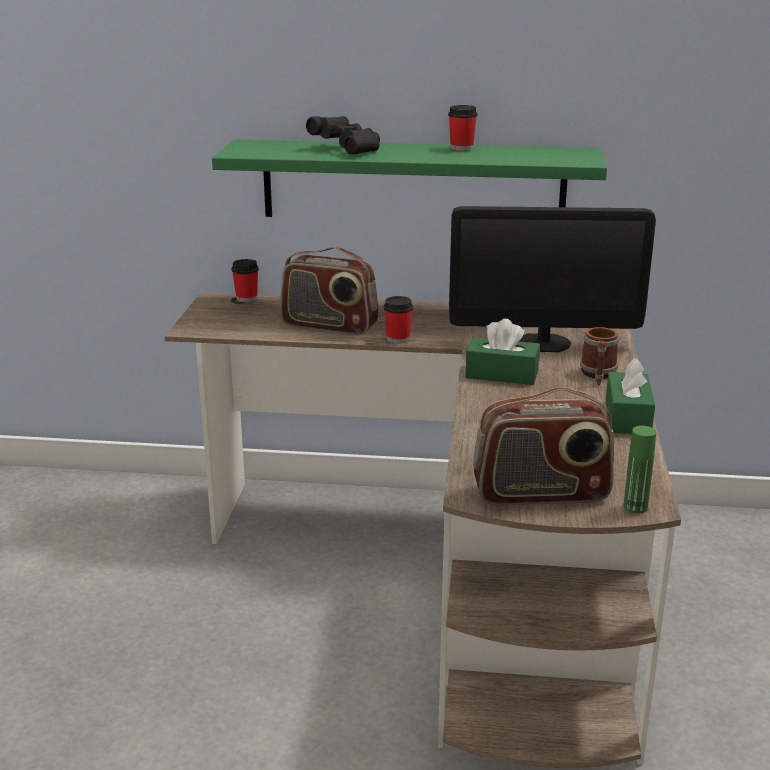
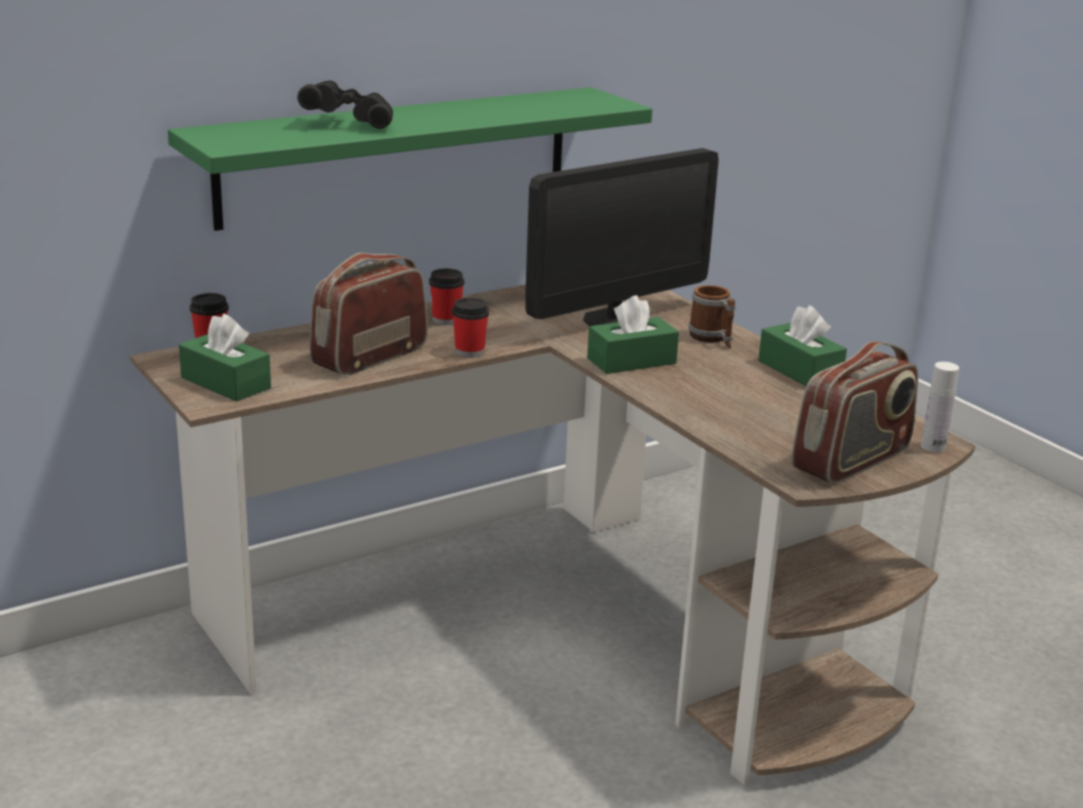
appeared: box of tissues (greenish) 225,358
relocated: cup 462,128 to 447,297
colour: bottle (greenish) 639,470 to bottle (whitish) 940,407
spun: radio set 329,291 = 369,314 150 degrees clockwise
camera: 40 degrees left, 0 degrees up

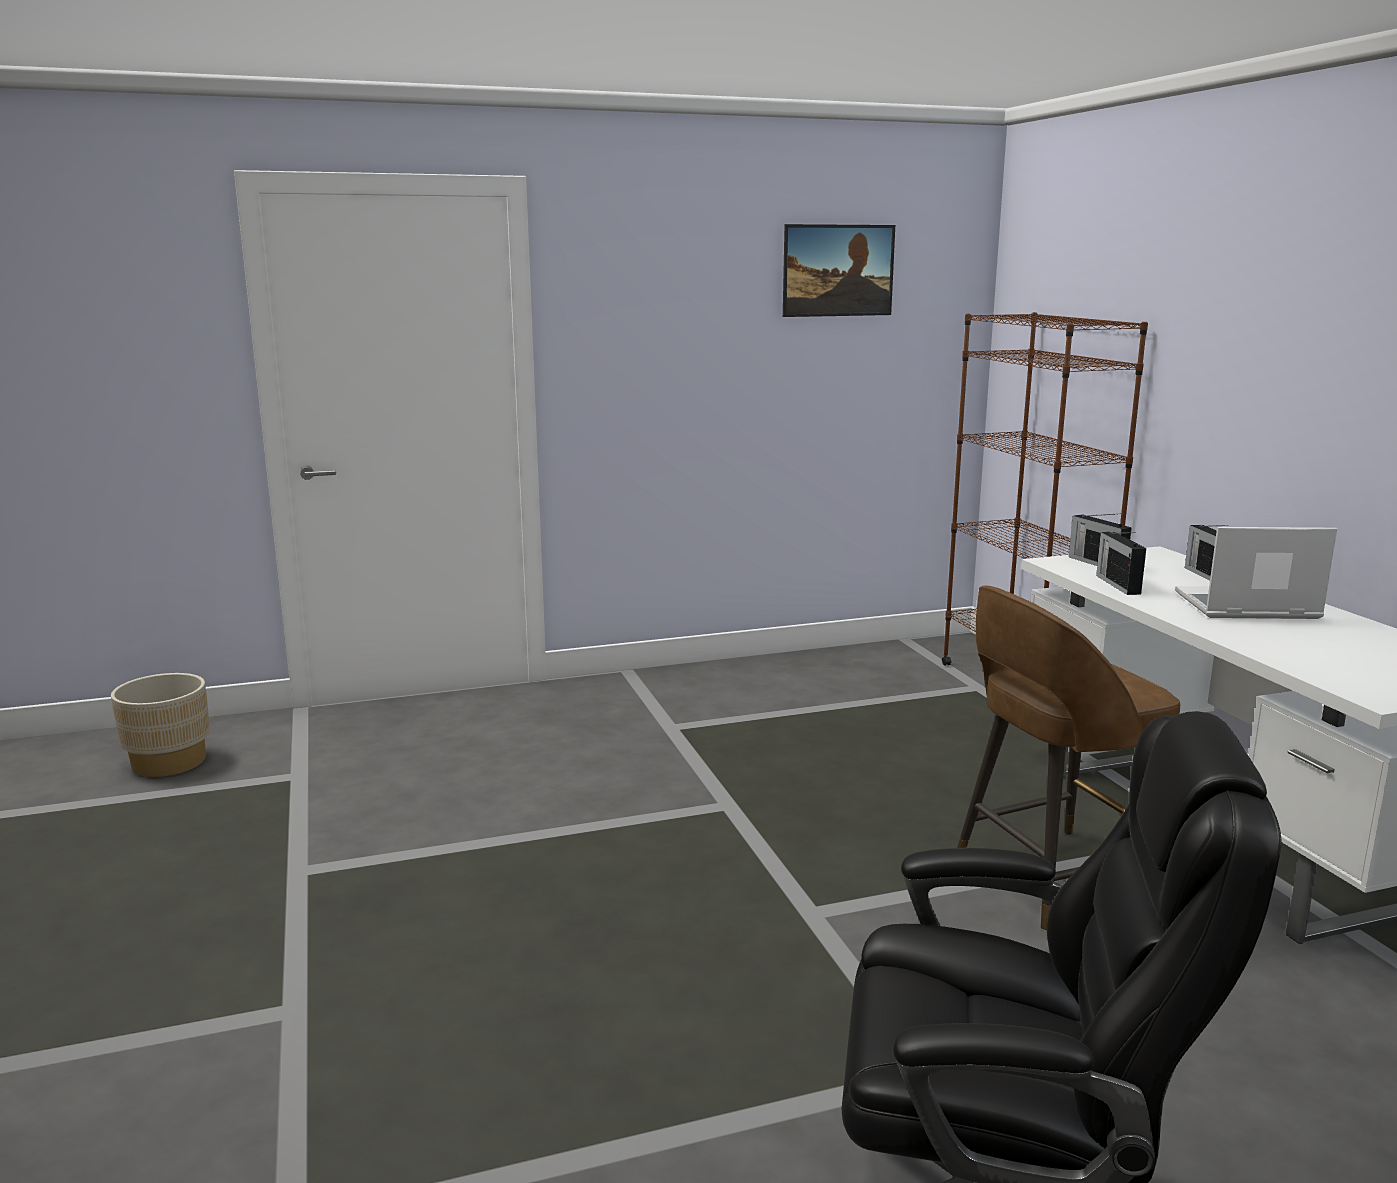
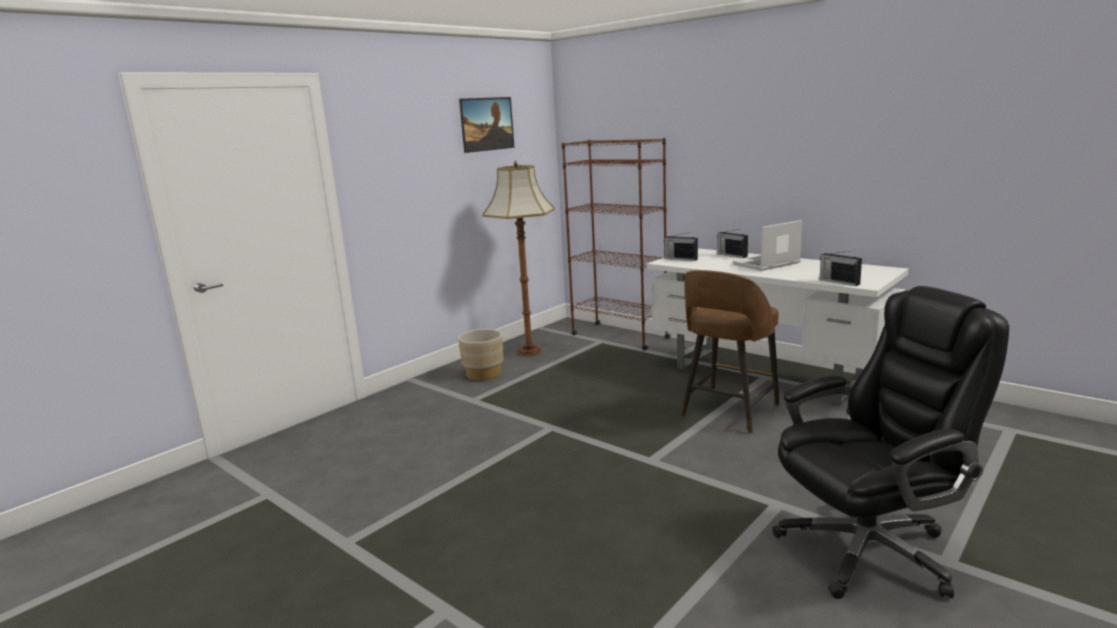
appeared: standing lamp 518,258
relocated: plant pot (beige) 160,725 to 480,355; radio set 1121,563 to 841,268
camera: 30 degrees left, 0 degrees up

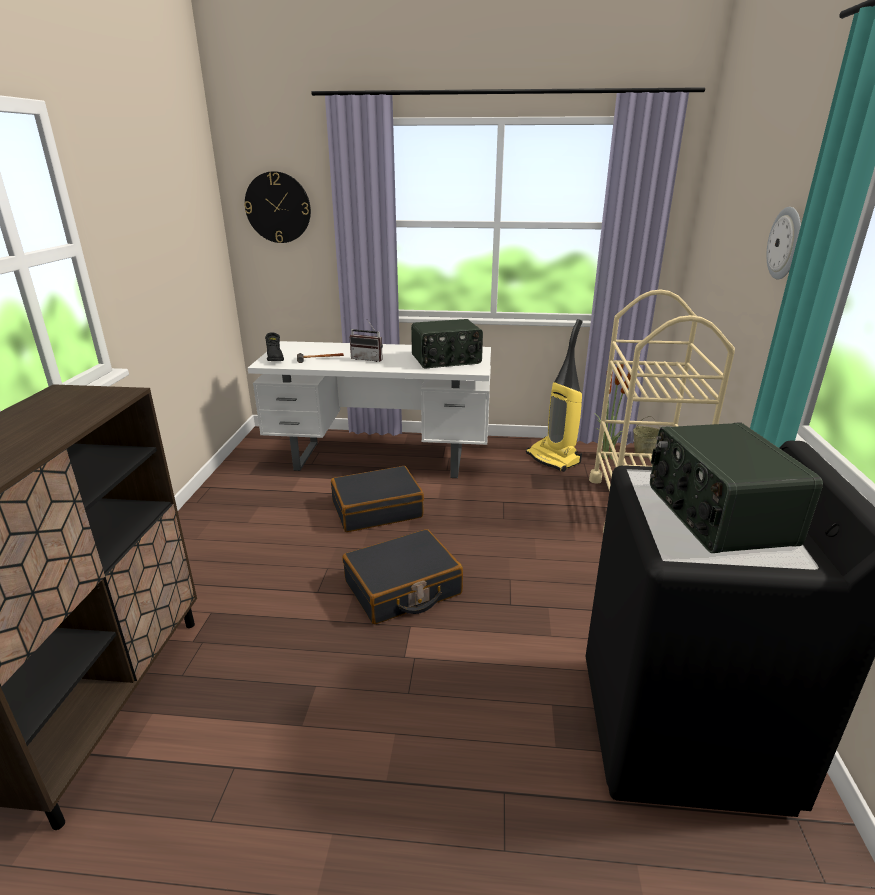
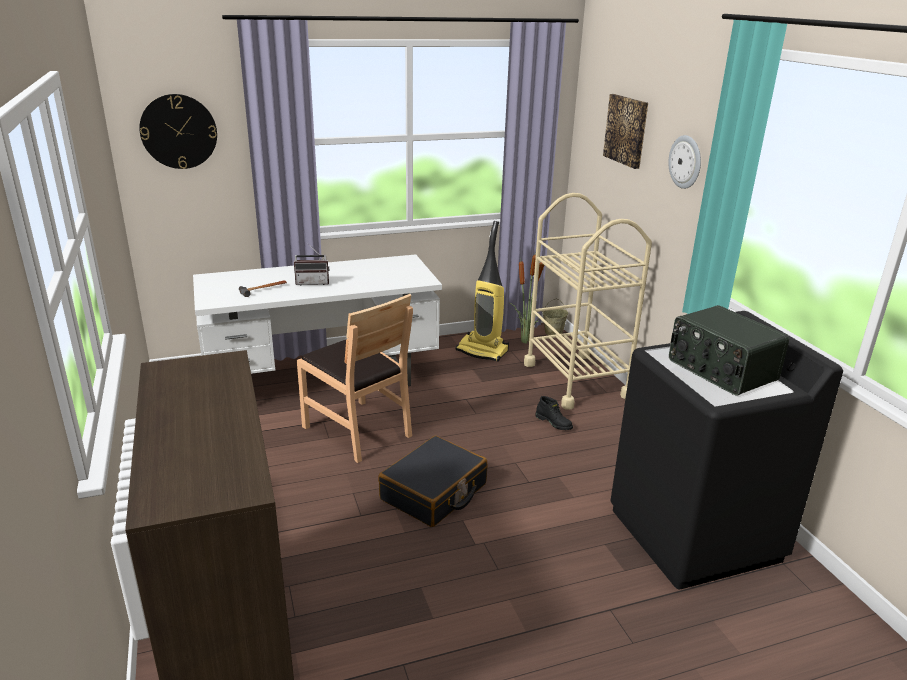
missing: radio set 447,343
appeared: picture 625,131
relocated: high-top boot (black) 274,346 to 554,413
exchanged: suitcase (black) 377,499 to plain chair (brown-coloured) 355,378
camera: 25 degrees left, 0 degrees up

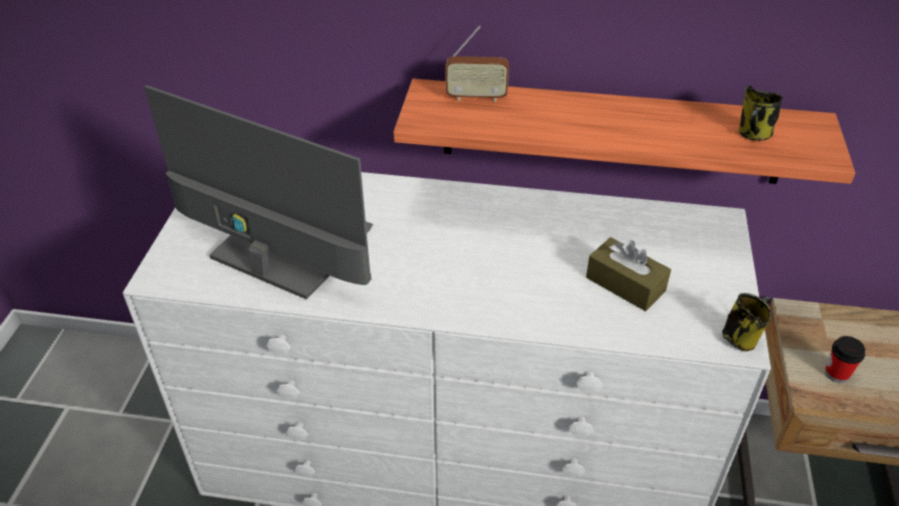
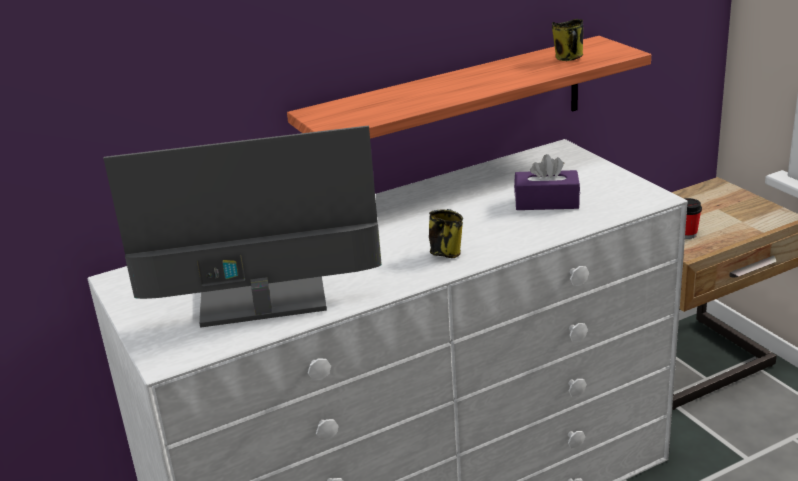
missing: radio set 477,63
relocated: tea mug 747,322 to 446,233
colour: box of tissues (brown-coloured) 628,274 to box of tissues (purple) 547,182
camera: 35 degrees left, 15 degrees down

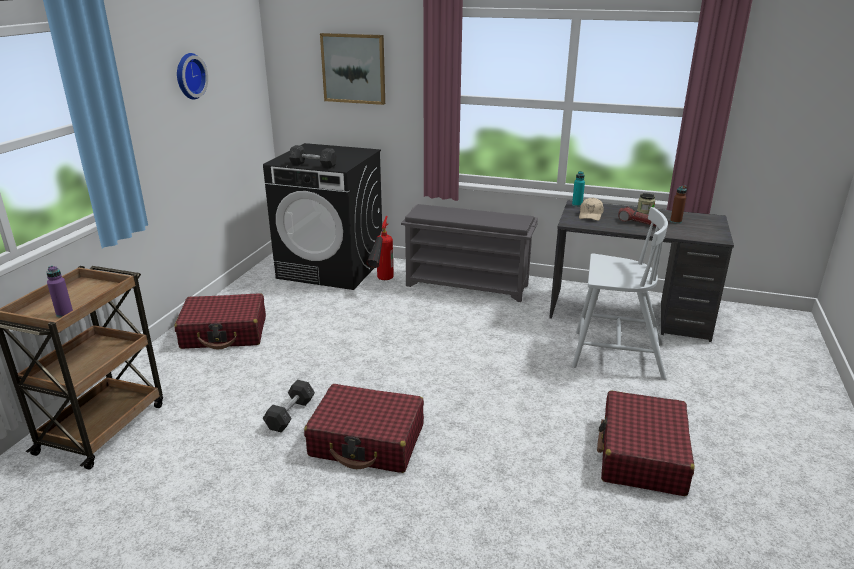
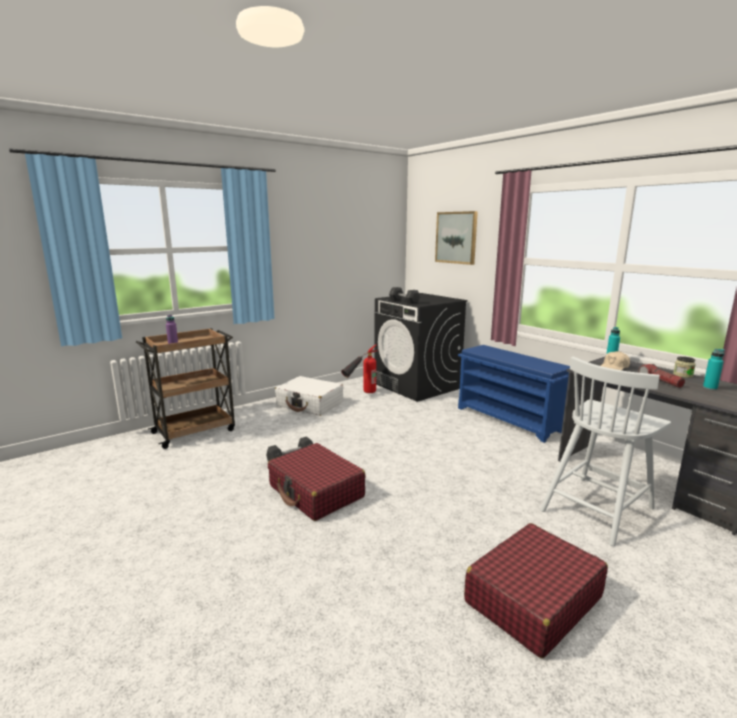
missing: hanging clock 192,76
relocated: fire extinguisher 380,248 to 359,368
colour: suitcase (reddish) 220,321 to suitcase (whitish) 309,396; shoe stand (gray) 469,253 to shoe stand (blue-coloured) 514,394; bottle (brown-coloured) 678,205 to bottle (turquoise) 714,369
spun: plain chair (whitish) 620,293 = 605,451 90 degrees clockwise
camera: 35 degrees right, 10 degrees down

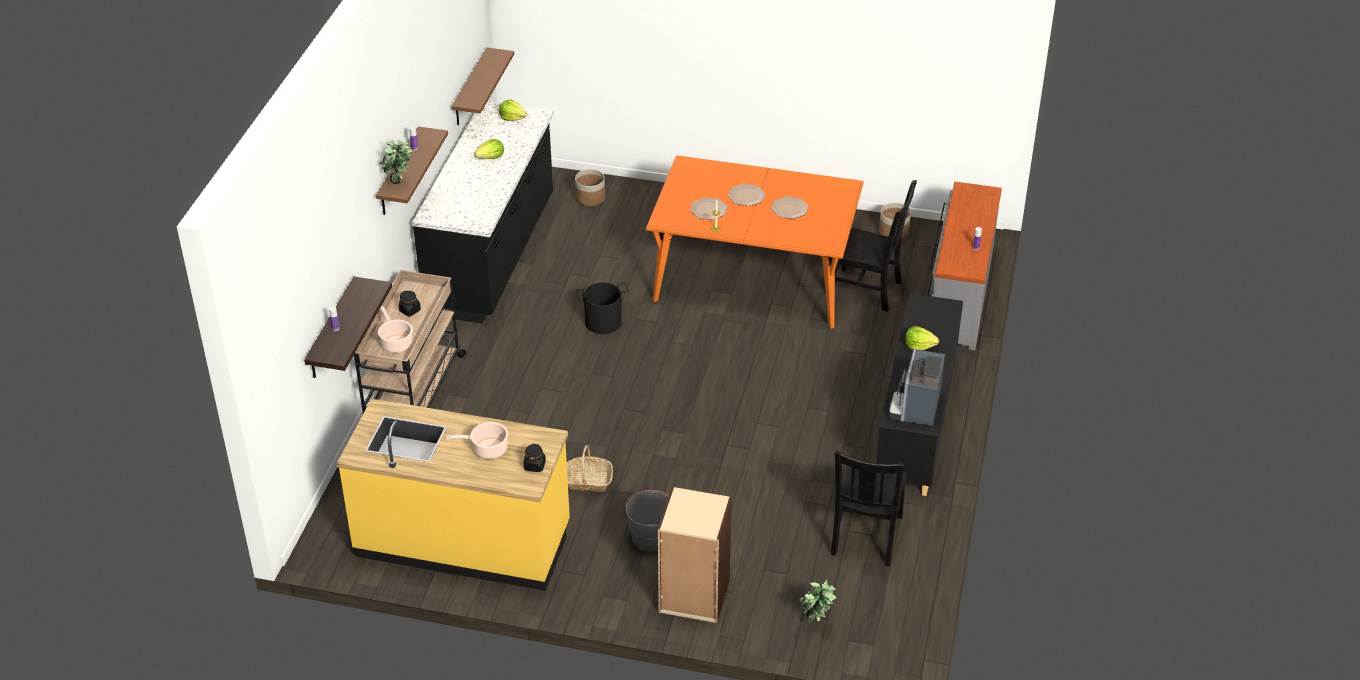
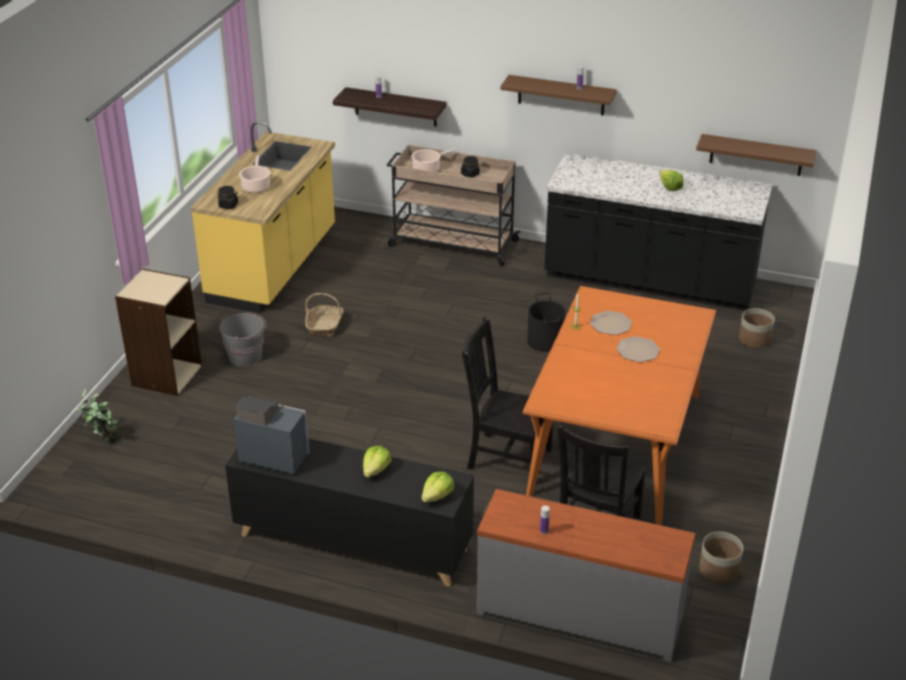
missing: potted plant 396,162; plate 789,207
relocated: lettuce 513,110 to 437,487; plain chair (black) 869,508 to 508,399
camera: 95 degrees right, 5 degrees down

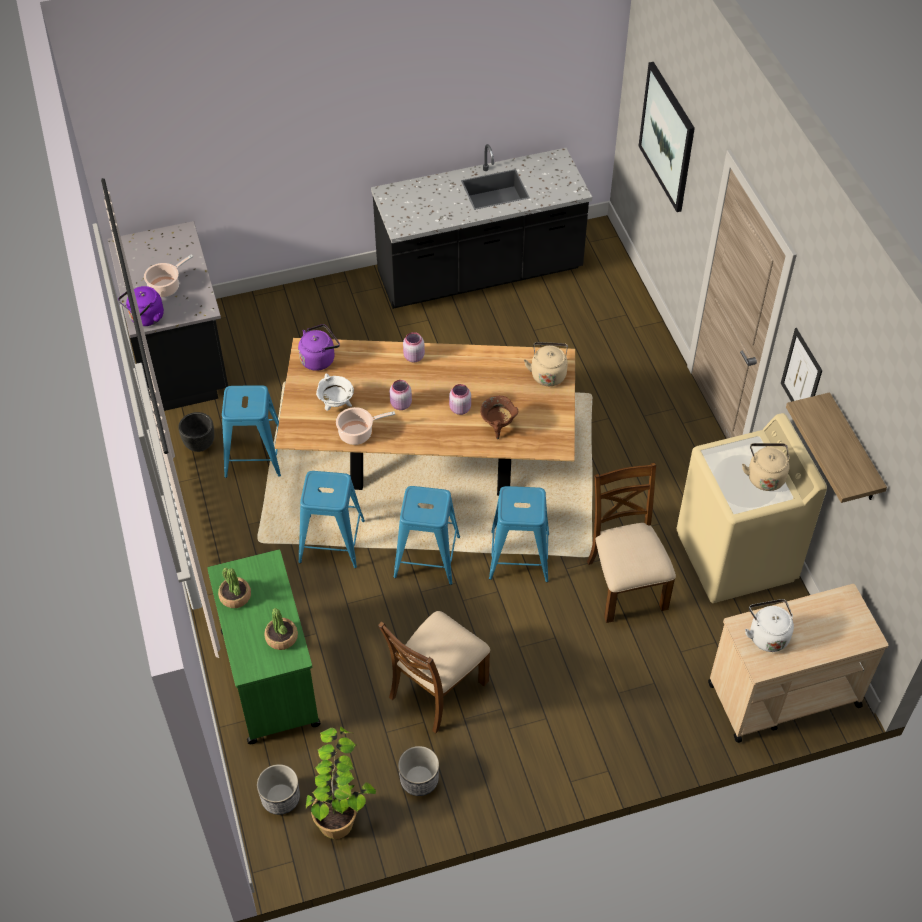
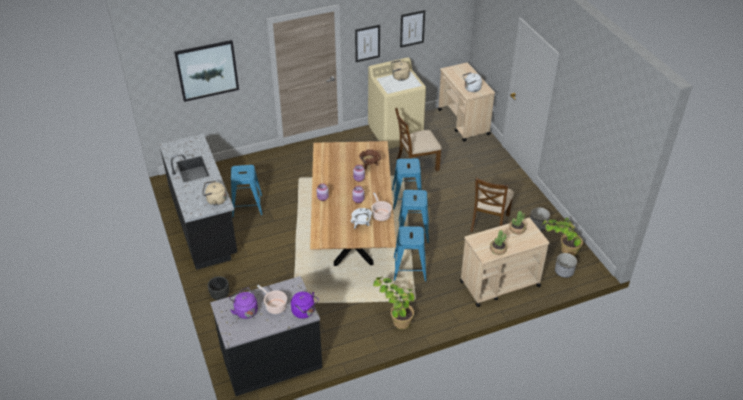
appeared: potted plant 393,302
relocated: tea kettle (beige) 546,364 to 214,193; plant pot (black) 196,432 to 218,288; tea kettle (purple) 319,347 to 243,303; stool seat (blue-coloured) 251,431 to 247,191
exchanged: bracket shelf 836,447 to picture 412,29
colour: cart (greenish) 264,647 to cart (beige) 504,262
spun: plain chair (brown-coloured) 434,672 = 492,204 75 degrees clockwise
camera: 95 degrees left, 10 degrees down

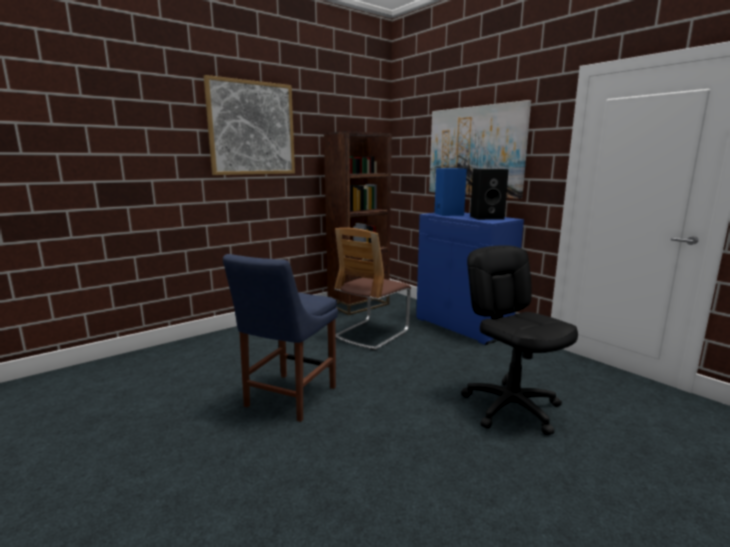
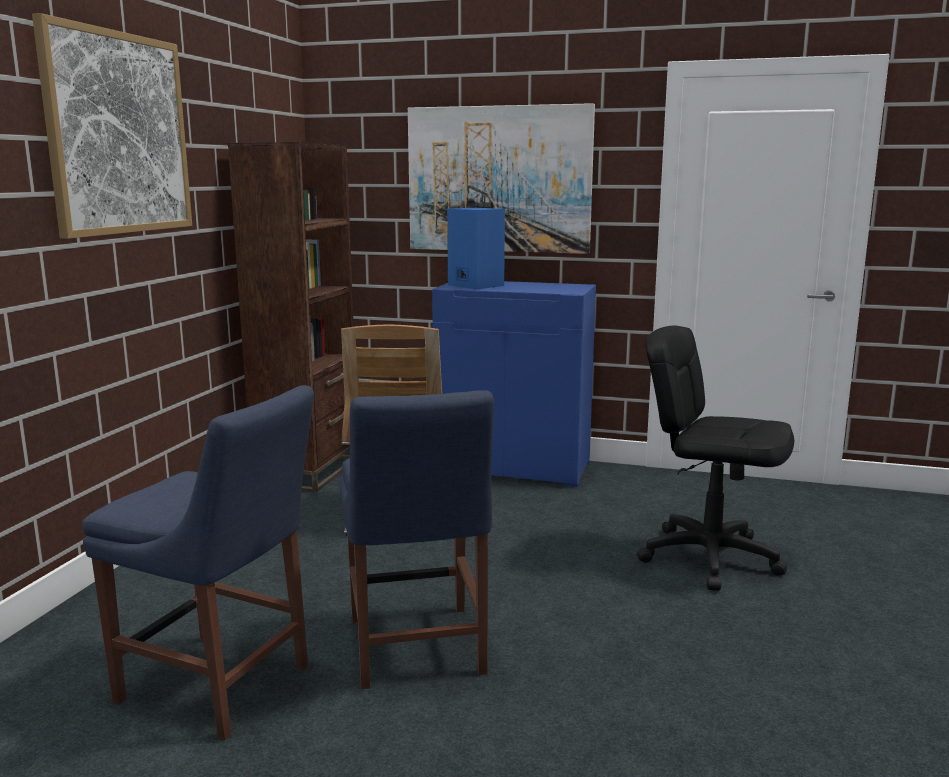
missing: speaker (black) 489,194
appeared: plain chair (blue-coloured) 198,562
camera: 35 degrees left, 0 degrees up

